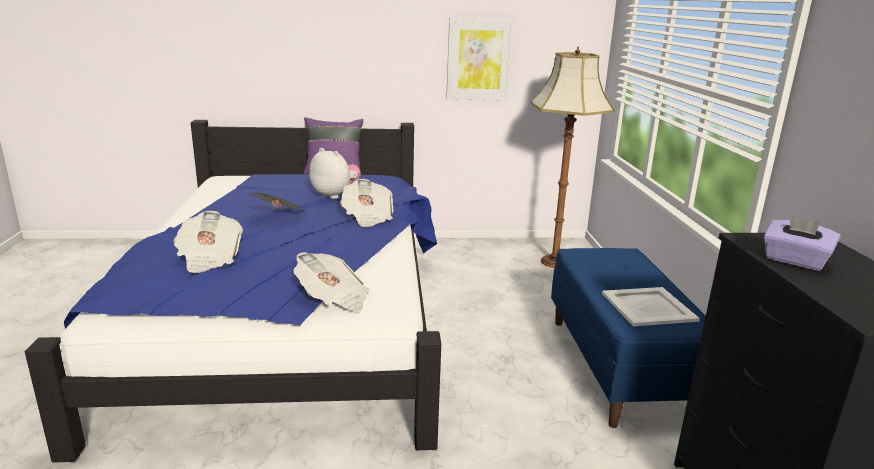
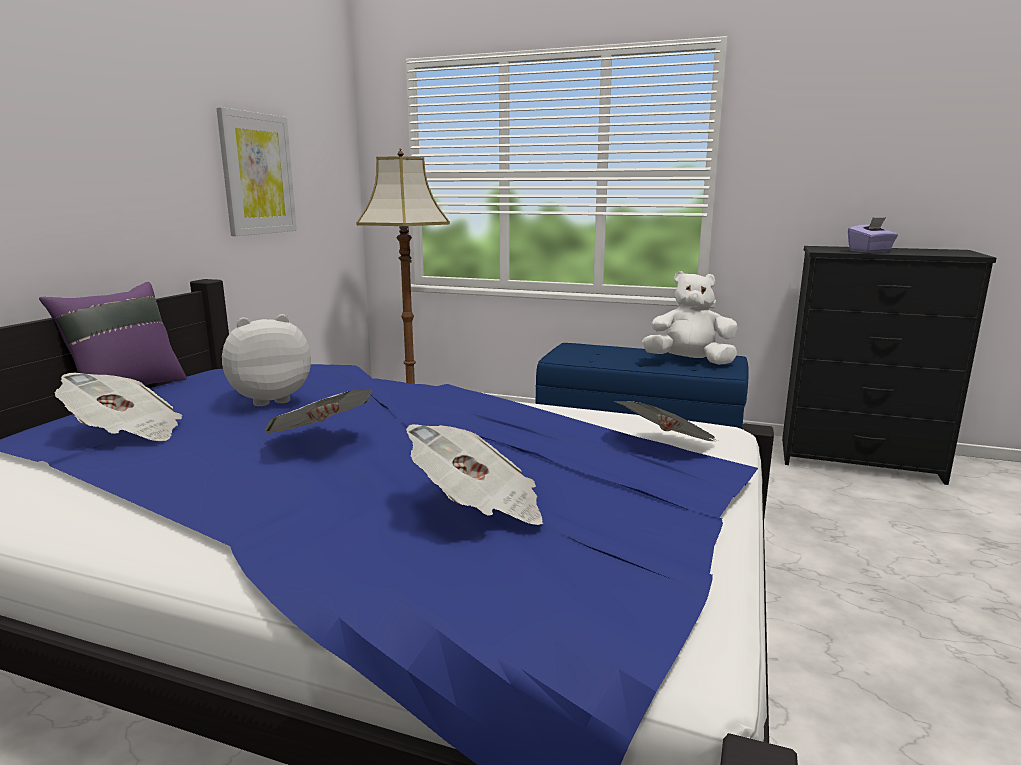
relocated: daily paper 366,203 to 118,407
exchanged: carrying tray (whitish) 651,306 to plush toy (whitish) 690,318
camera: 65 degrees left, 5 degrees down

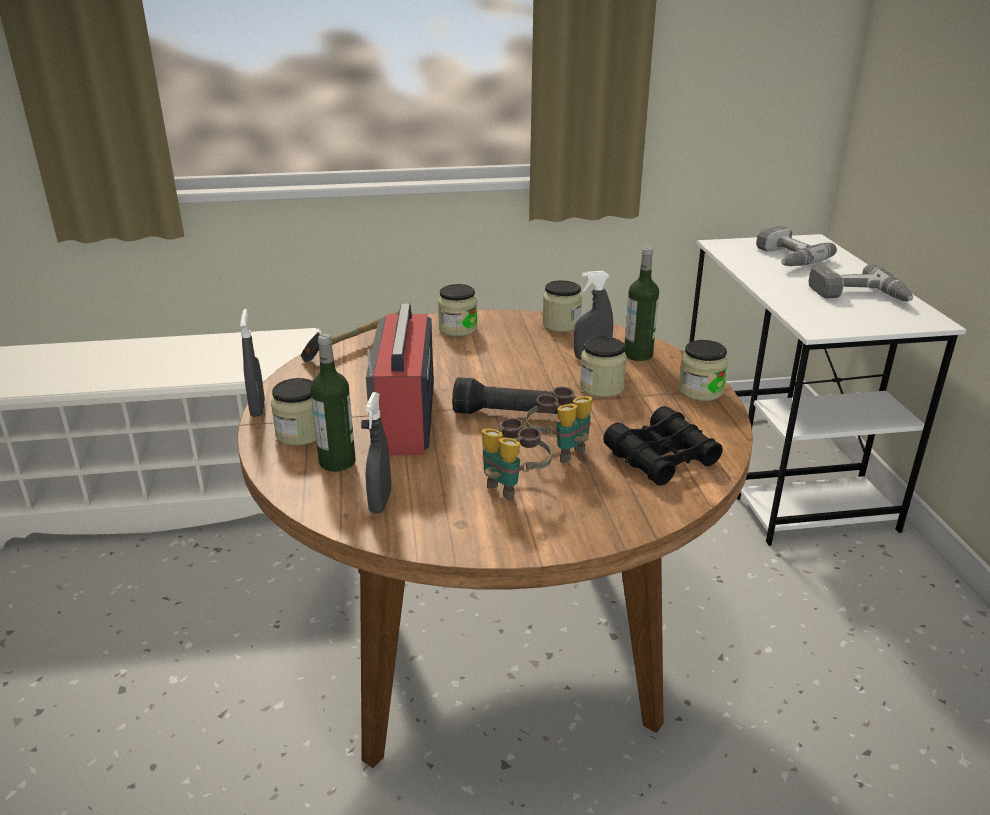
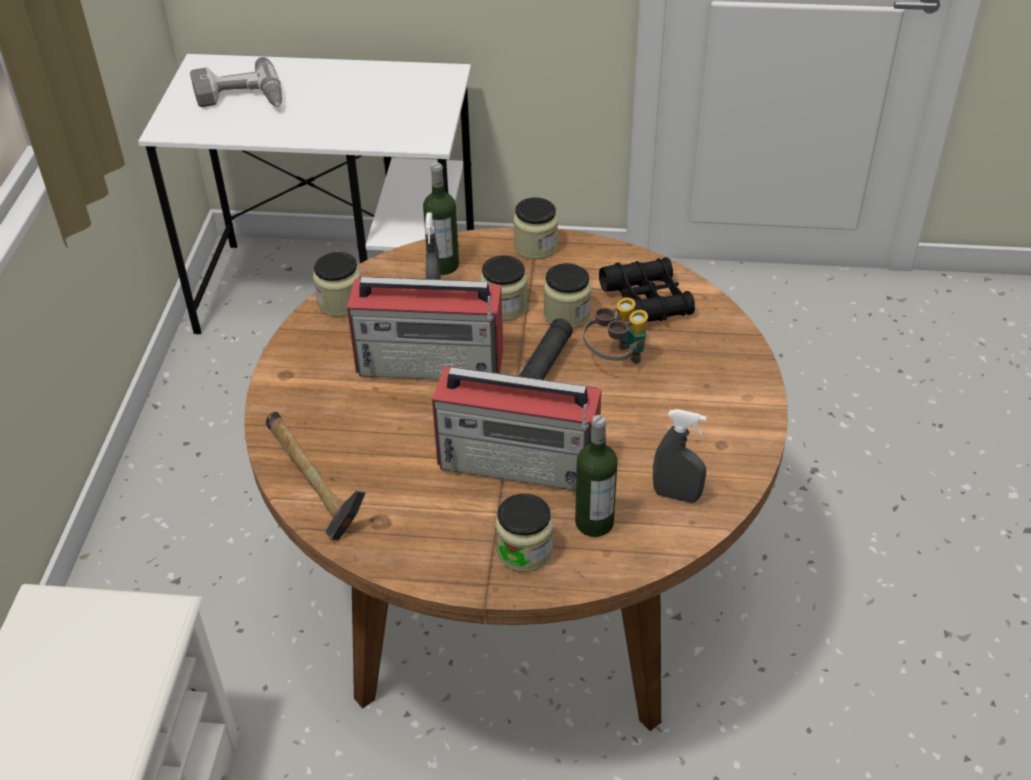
missing: spray bottle (gray) 252,363; pair of binoculars 517,459; drill 861,282
appeared: radio set 425,328
relocated: preserve jar 458,310 to 567,295
camera: 75 degrees left, 15 degrees up

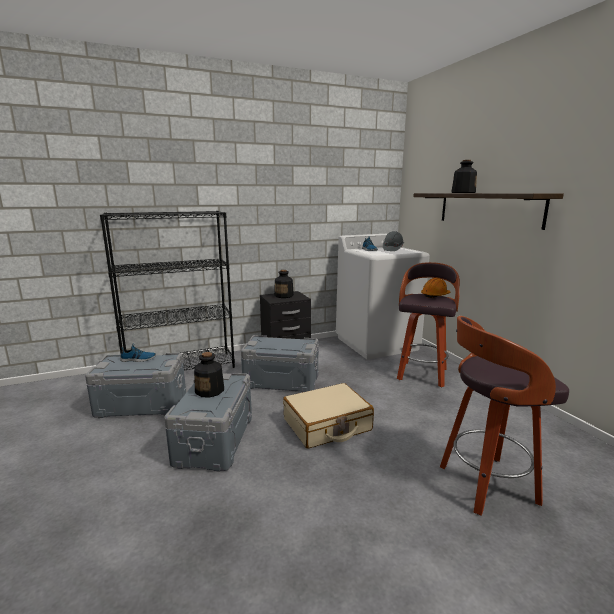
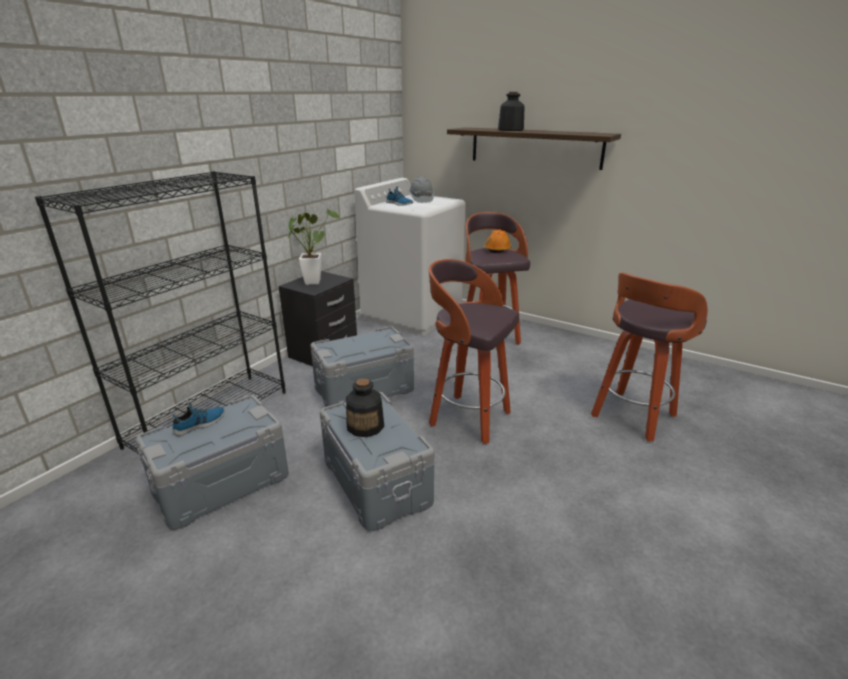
exchanged: bottle 284,284 to potted plant 314,246; suitcase (beige) 328,416 to stool seat 474,351
camera: 35 degrees left, 10 degrees up

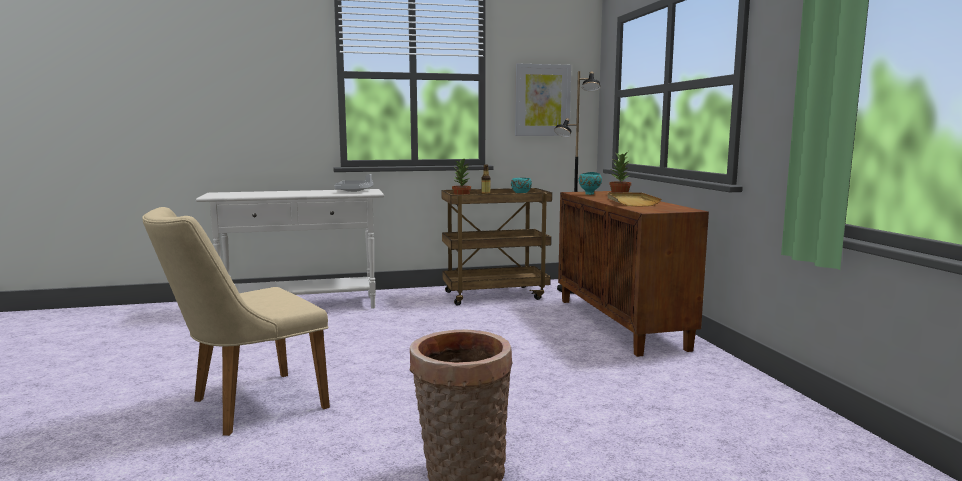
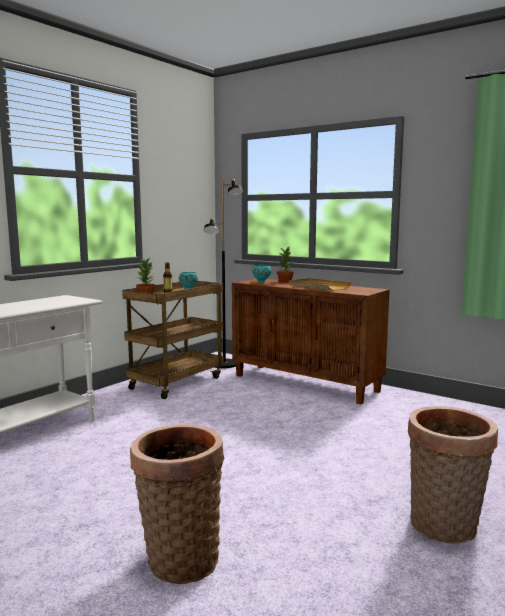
missing: carrying tray (gray) 354,183; picture 543,99
exchanged: plain chair (beige) 236,321 to household basket 177,504
camera: 40 degrees left, 0 degrees up

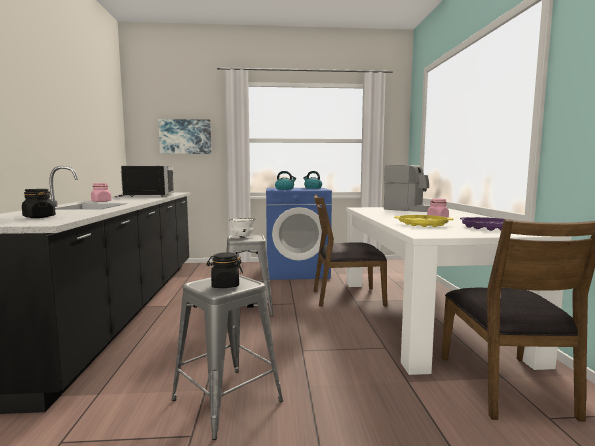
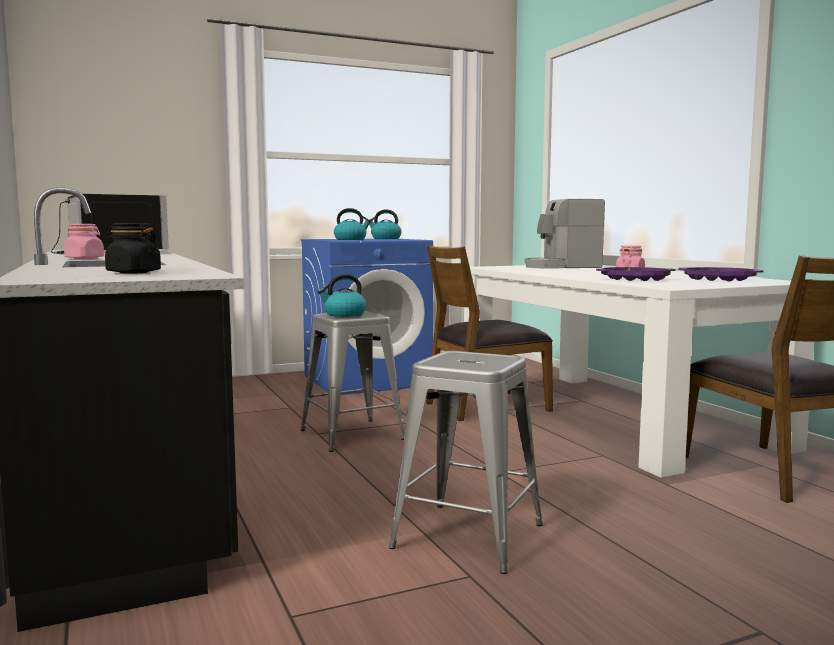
missing: picture 185,136; preserve jar (black) 225,270
exchanged: deep dish (whitish) 242,227 to tea kettle 342,295
colour: carrying tray (yellowish) 424,221 to carrying tray (purple) 636,274
spun: coffee brewer 407,188 = 565,234 150 degrees clockwise
camera: 20 degrees left, 0 degrees up

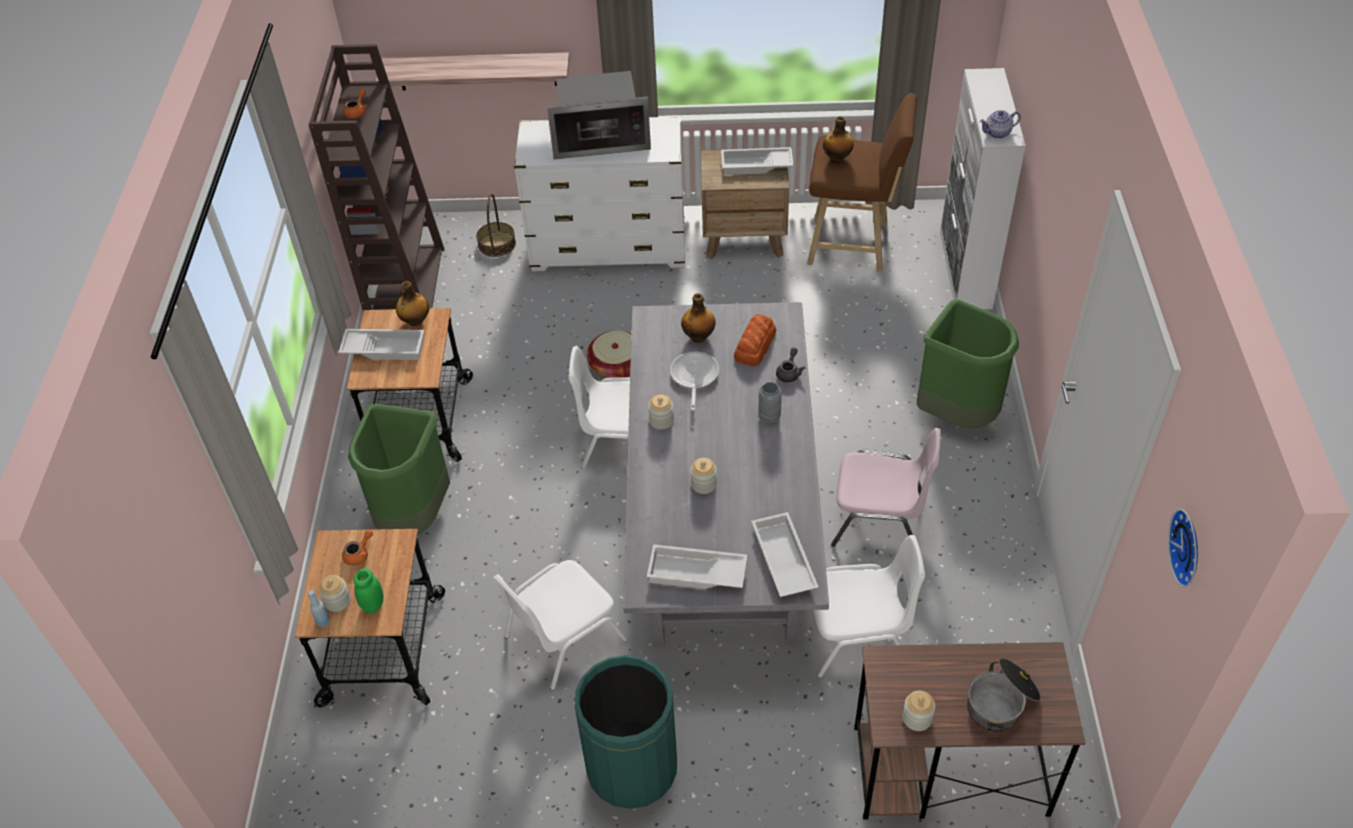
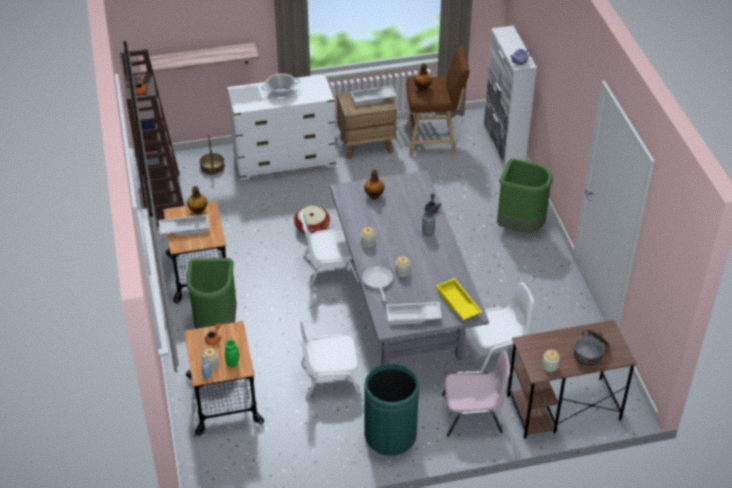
missing: bread 755,340; hanging clock 1183,548
relocated: pan 694,381 to 377,283; plain chair (pink) 886,487 to 476,394
exchanged: microwave 599,115 to stockpot 281,85
colour: carrying tray (whitish) 785,554 to carrying tray (yellowish) 459,299
spun: plain chair (whitish) 560,625 = 329,359 45 degrees clockwise
camera: 15 degrees left, 5 degrees down

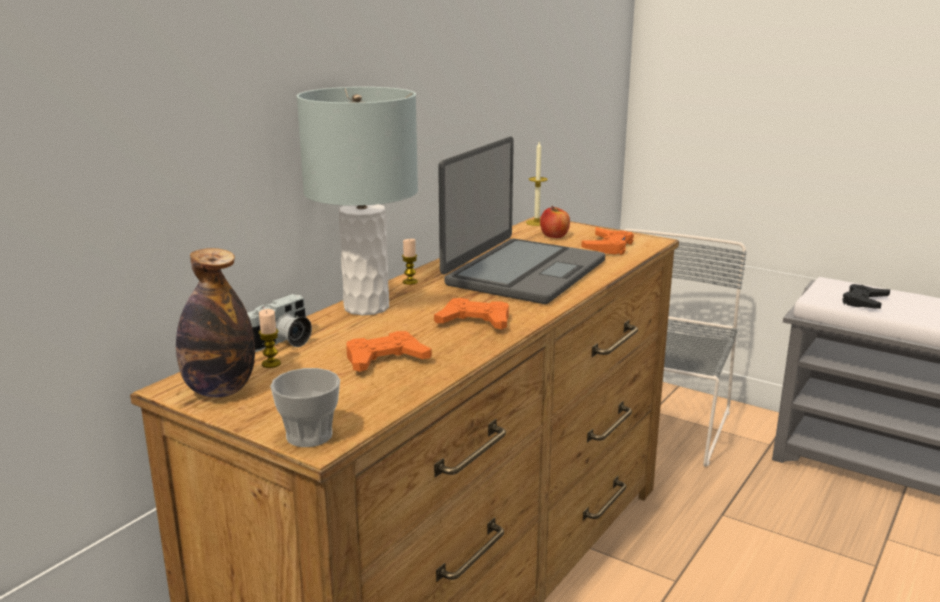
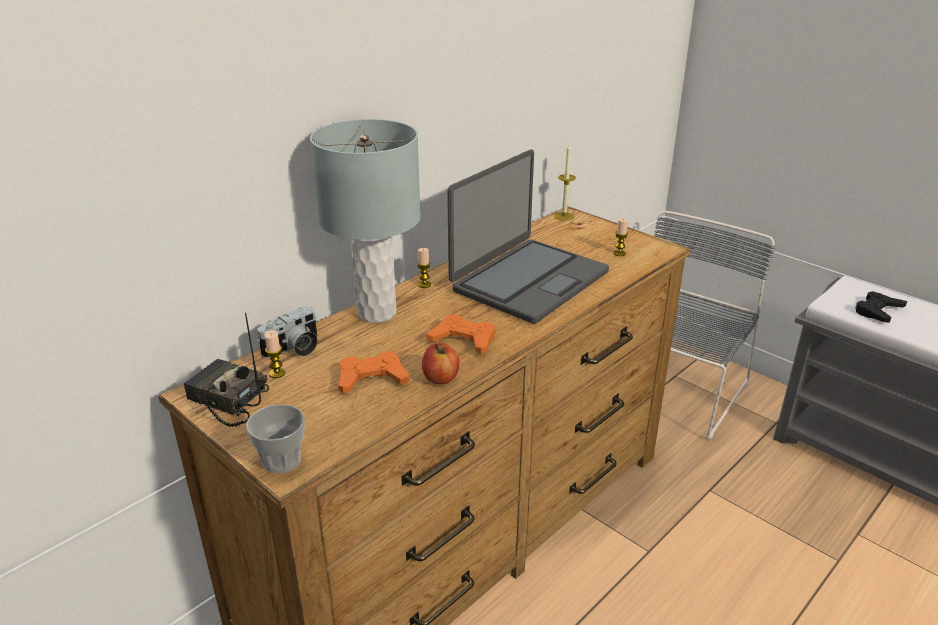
relocated: apple 555,222 to 440,363
exchanged: bottle 215,322 to radio set 226,370; game controller (orangey) 607,241 to wax candle 620,237
camera: 10 degrees right, 10 degrees up

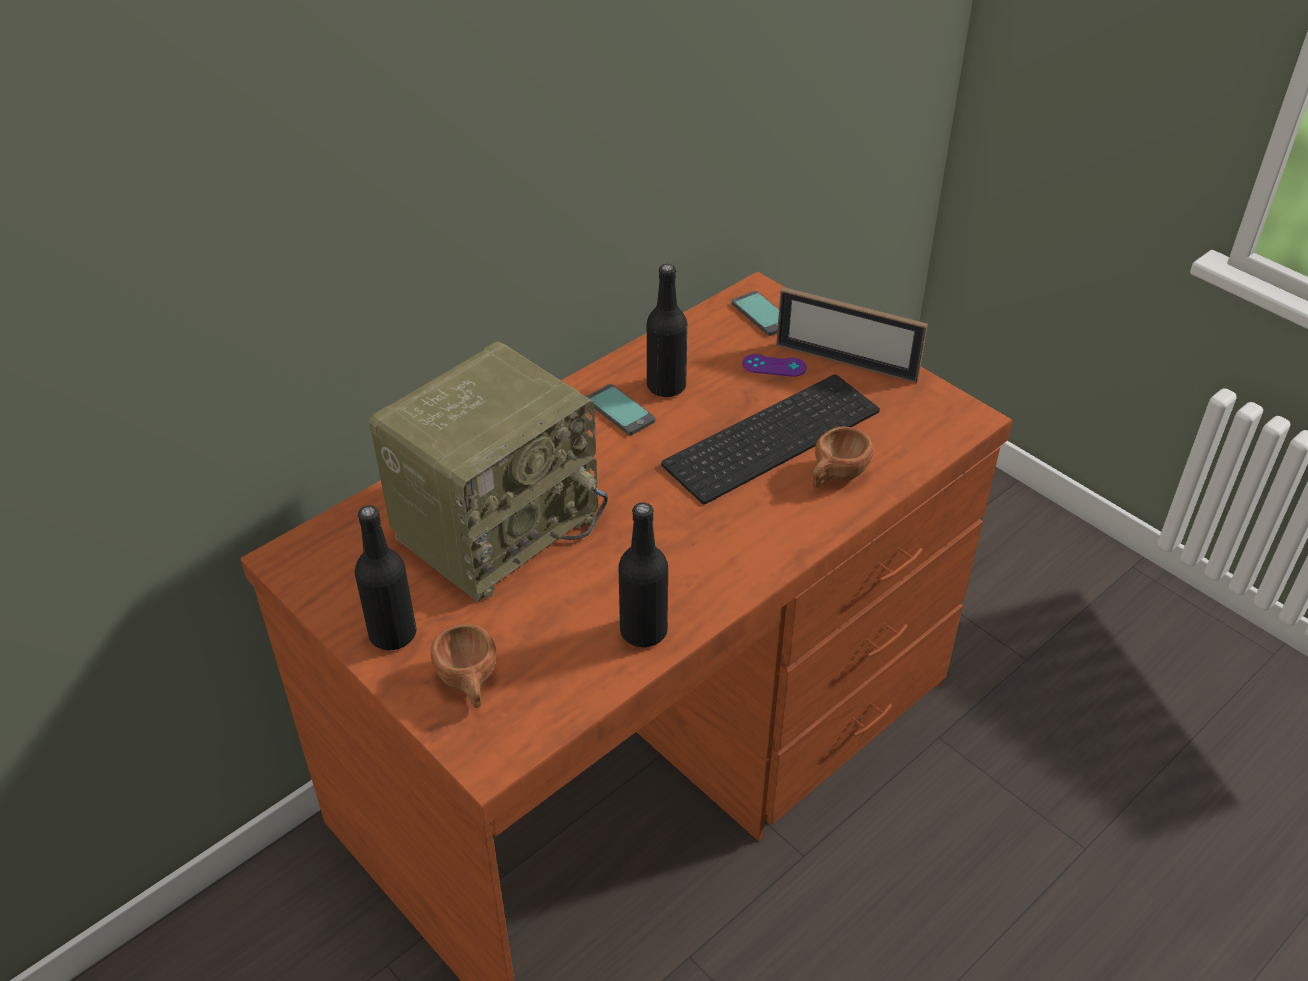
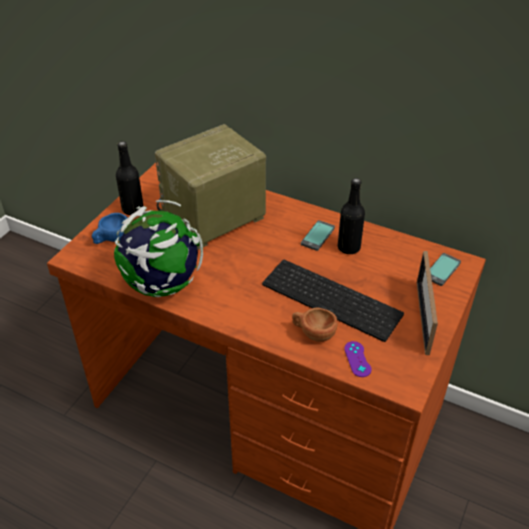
relocated: game controller (purple) 774,365 to 358,359
exchanged: bottle (black) 643,575 to desk globe 158,248
colour: cup (brown-coloured) 464,666 to cup (blue-coloured) 110,228
spun: radio set 488,472 = 210,187 120 degrees clockwise
camera: 70 degrees right, 0 degrees up

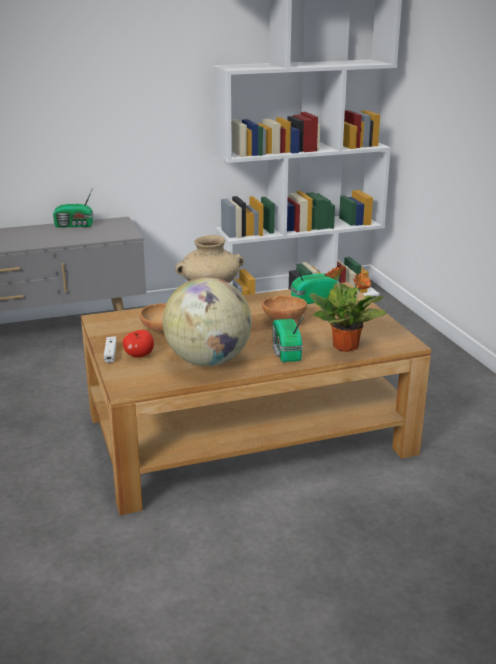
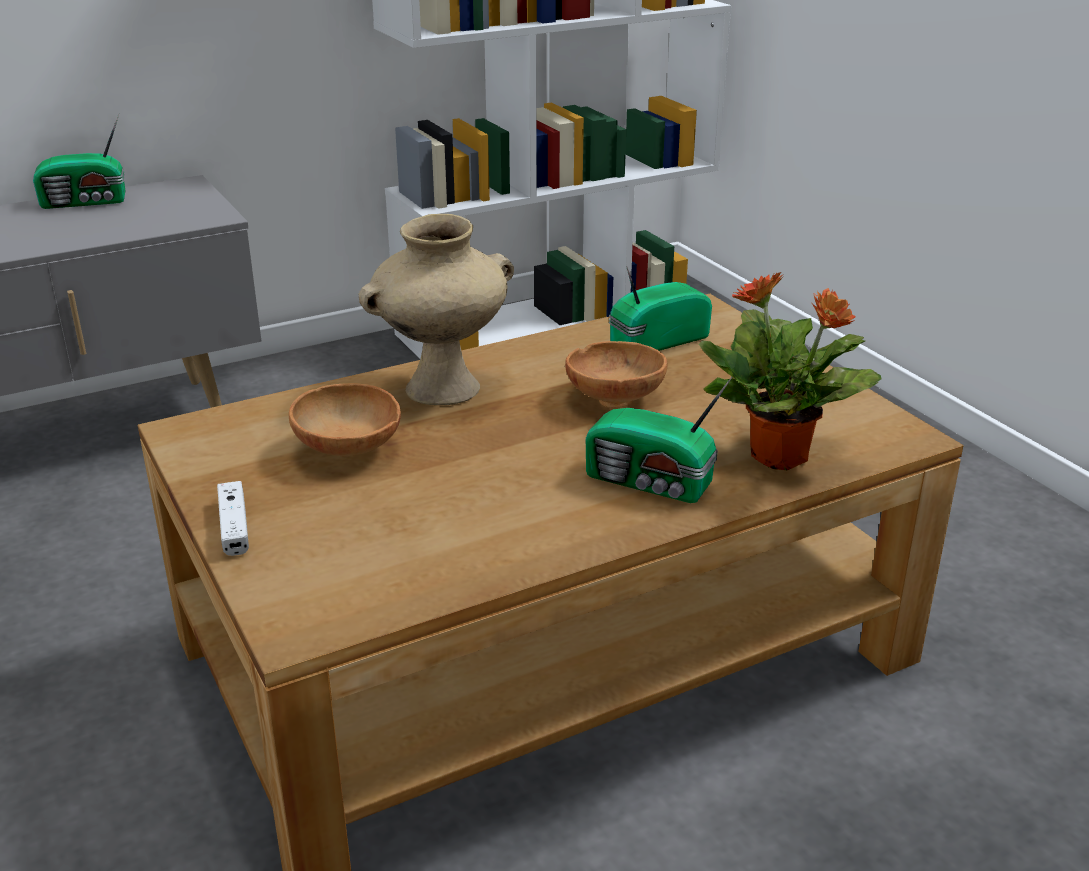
missing: apple 138,343; desk globe 207,321
spun: radio set 288,339 = 659,440 45 degrees counterclockwise
camera: 10 degrees left, 5 degrees up

